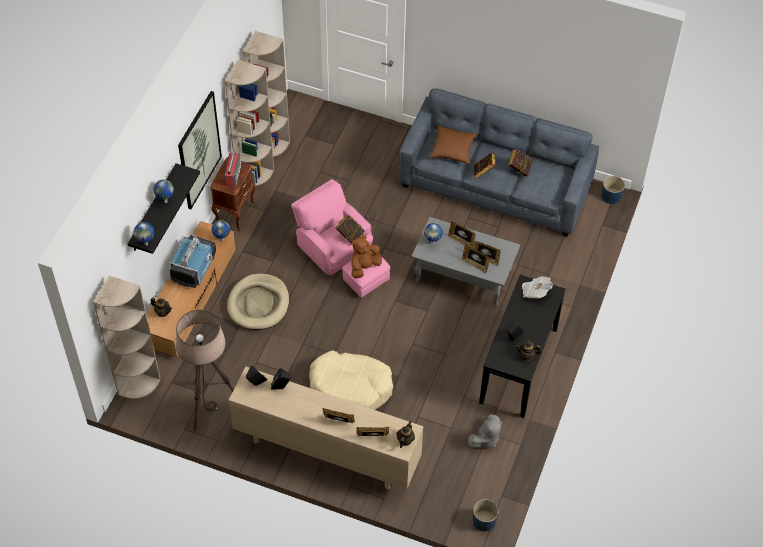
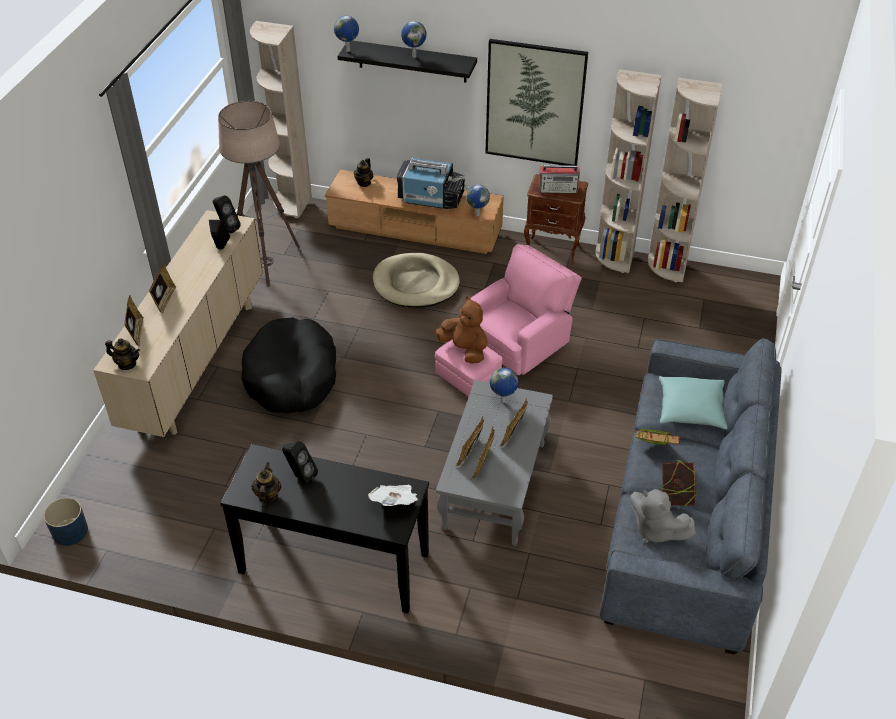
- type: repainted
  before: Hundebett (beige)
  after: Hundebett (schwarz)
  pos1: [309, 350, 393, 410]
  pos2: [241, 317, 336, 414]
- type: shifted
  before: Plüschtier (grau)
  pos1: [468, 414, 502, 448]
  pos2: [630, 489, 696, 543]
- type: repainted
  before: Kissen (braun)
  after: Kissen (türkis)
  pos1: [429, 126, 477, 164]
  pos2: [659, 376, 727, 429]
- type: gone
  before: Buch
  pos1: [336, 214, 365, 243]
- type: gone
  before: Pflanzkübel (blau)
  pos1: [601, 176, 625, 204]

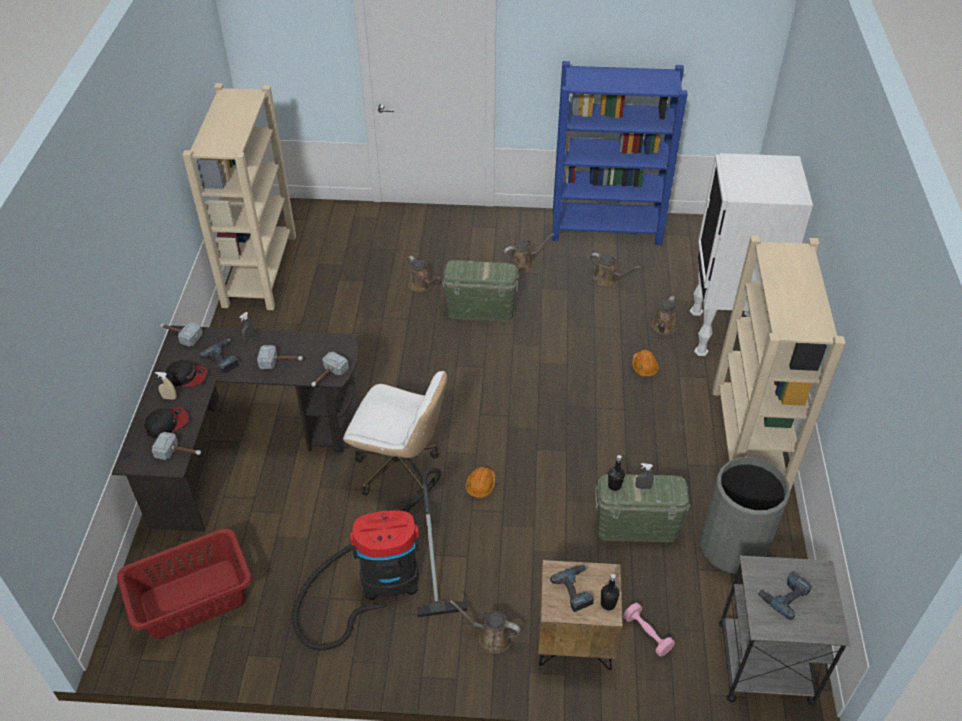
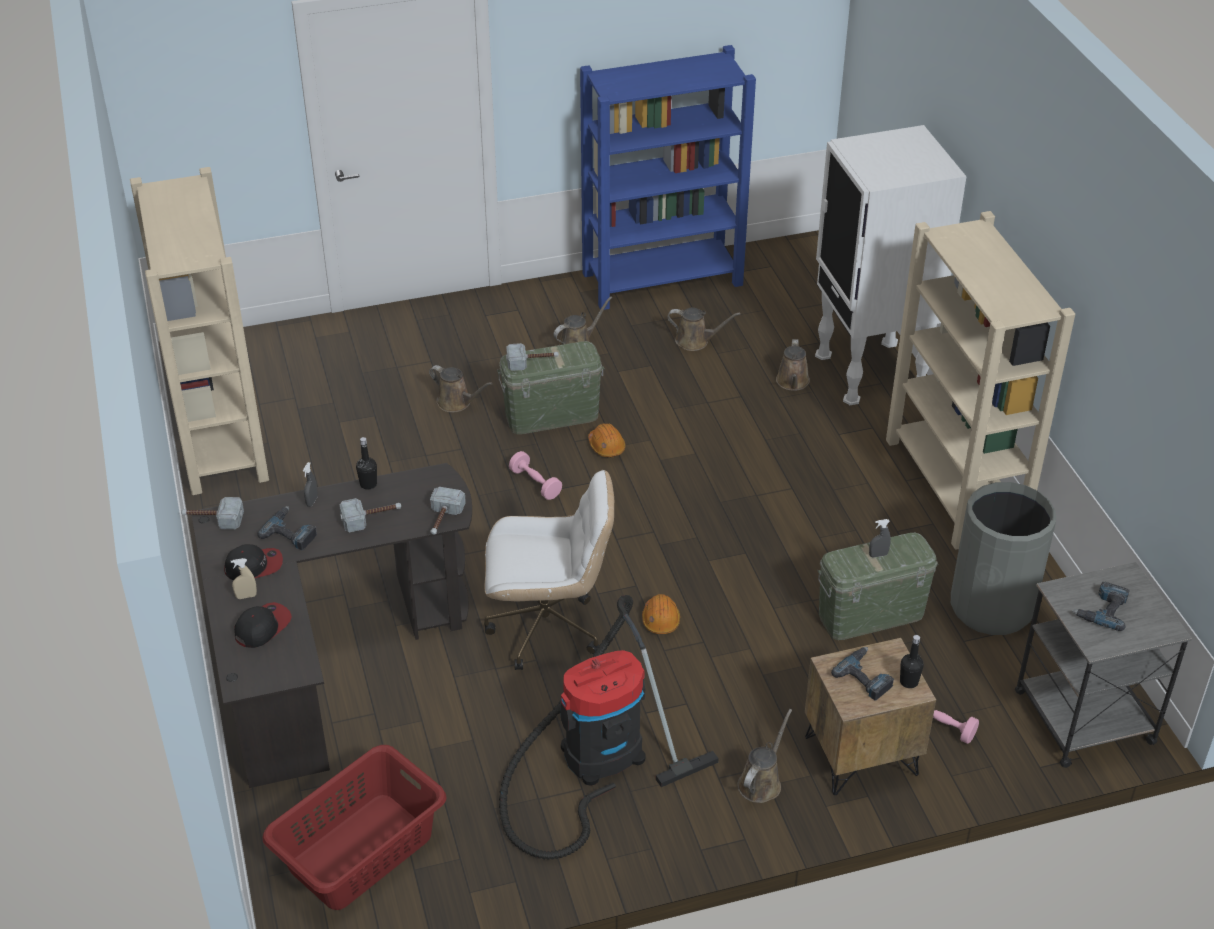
- type: shifted
  before: Flasche (schwarz)
  pos1: [608, 455, 625, 491]
  pos2: [356, 437, 377, 490]
- type: shifted
  before: Hammer
  pos1: [152, 432, 201, 460]
  pos2: [506, 343, 559, 371]
- type: new
  after: Hantel (rosa)
  pos2: [509, 451, 562, 500]
- type: shifted
  before: Schutzhelm (orange)
  pos1: [632, 350, 658, 377]
  pos2: [588, 423, 626, 458]
- type: rotated
  before: Gießkanne (braun)
  pos1: [450, 600, 521, 654]
  pos2: [737, 709, 792, 803]
  turn: 120

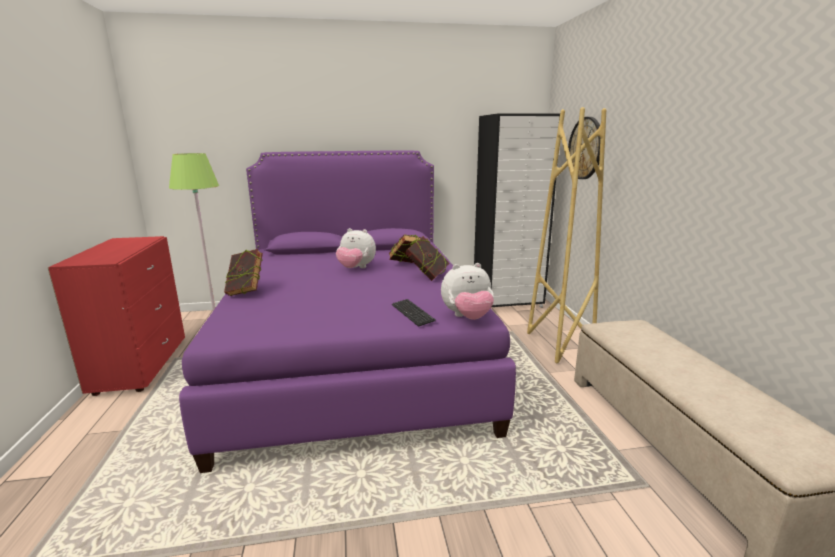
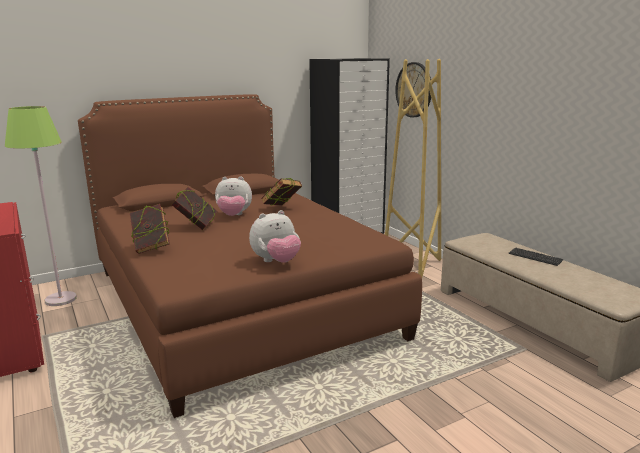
- type: repainted
  before: Bett (lila)
  after: Bett (braun)
  pos1: [179, 151, 516, 473]
  pos2: [78, 94, 422, 418]
- type: shifted
  before: Buch
  pos1: [404, 236, 450, 281]
  pos2: [172, 187, 217, 230]
- type: shifted
  before: Plüschtier
  pos1: [441, 263, 494, 320]
  pos2: [249, 210, 301, 263]
- type: shifted
  before: Tastatur
  pos1: [392, 299, 436, 327]
  pos2: [509, 247, 564, 266]

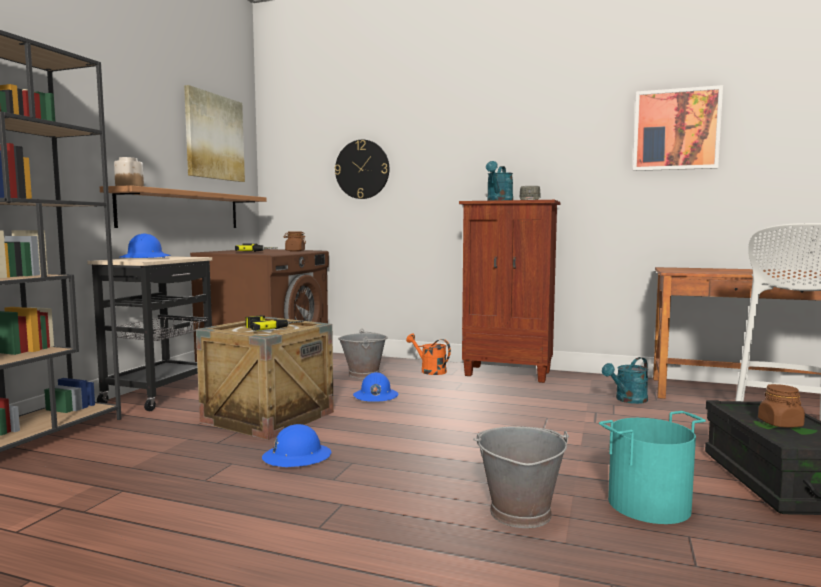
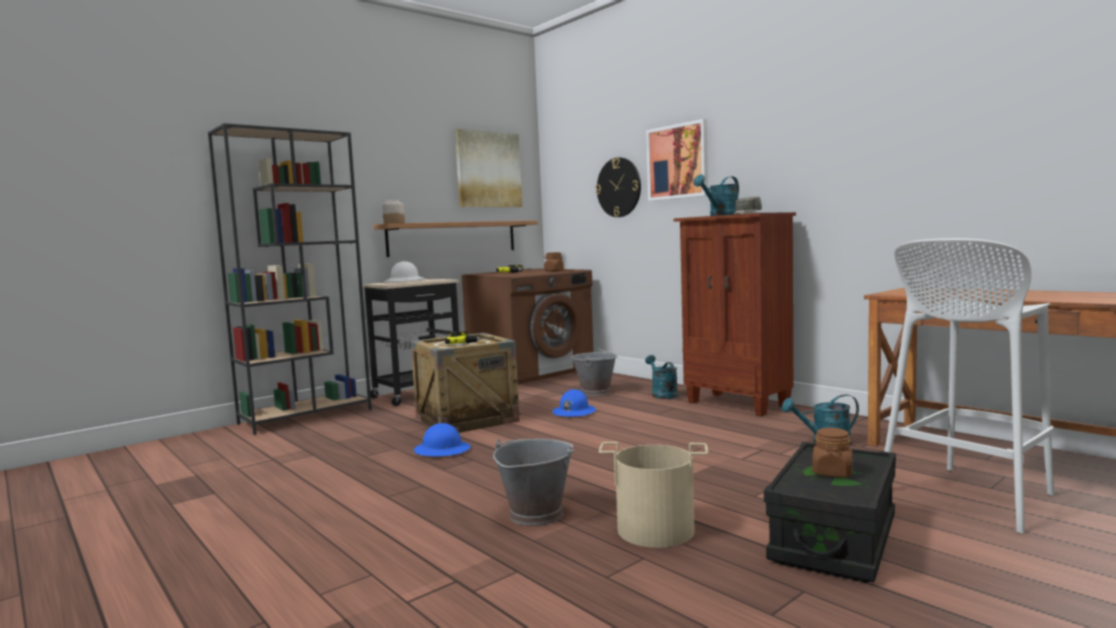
- type: repainted
  before: Schutzhelm (blau)
  after: Schutzhelm (weiß)
  pos1: [120, 233, 171, 258]
  pos2: [385, 261, 425, 282]
- type: repainted
  before: Eimer (türkis)
  after: Eimer (beige)
  pos1: [599, 411, 706, 524]
  pos2: [599, 442, 708, 548]
- type: repainted
  before: Gießkanne (orange)
  after: Gießkanne (türkis)
  pos1: [406, 334, 451, 375]
  pos2: [645, 355, 678, 399]
- type: shifted
  before: Bild
  pos1: [633, 85, 723, 171]
  pos2: [646, 119, 708, 201]

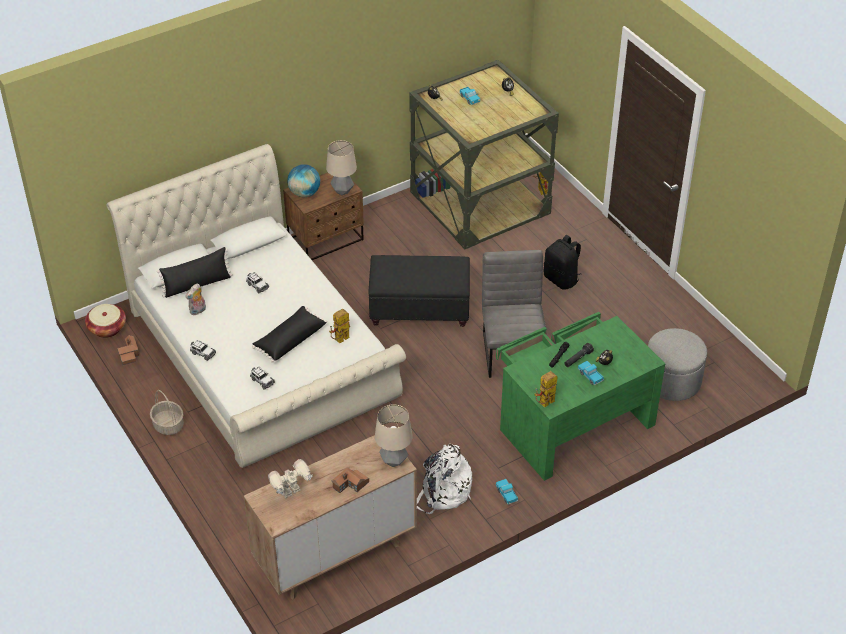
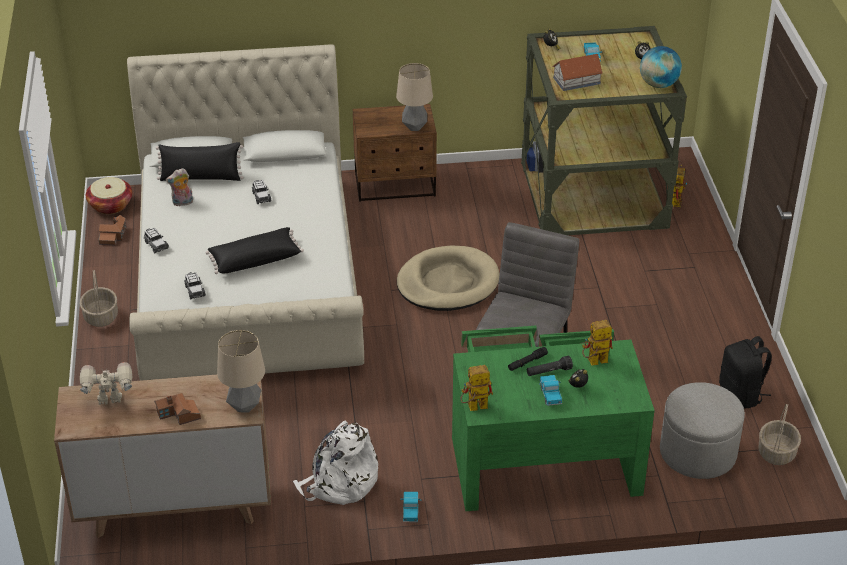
- type: swapped
  before: Polsterhocker (schwarz)
  after: Hundebett (beige)
  pos1: [368, 255, 470, 327]
  pos2: [397, 246, 499, 311]
- type: new
  after: Spielzeughaus
  pos2: [552, 54, 603, 91]
- type: shifted
  before: Spielzeugroboter
  pos1: [329, 308, 350, 344]
  pos2: [582, 320, 613, 365]
- type: shifted
  before: Globus
  pos1: [287, 164, 320, 197]
  pos2: [640, 46, 682, 88]
- type: shifted
  before: Rucksack (schwarz)
  pos1: [544, 235, 581, 290]
  pos2: [719, 336, 772, 408]
- type: new
  after: Korb
  pos2: [759, 404, 801, 465]

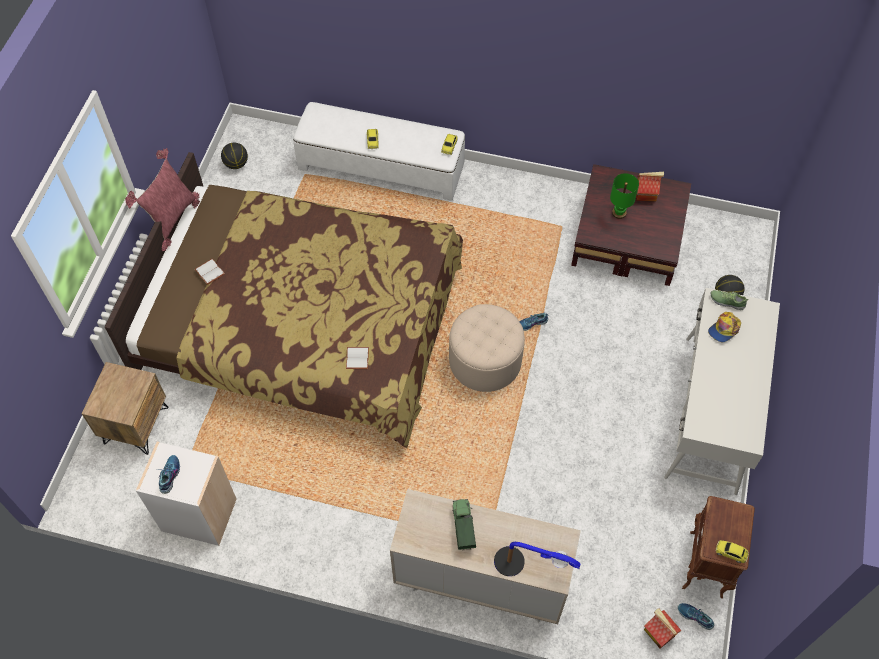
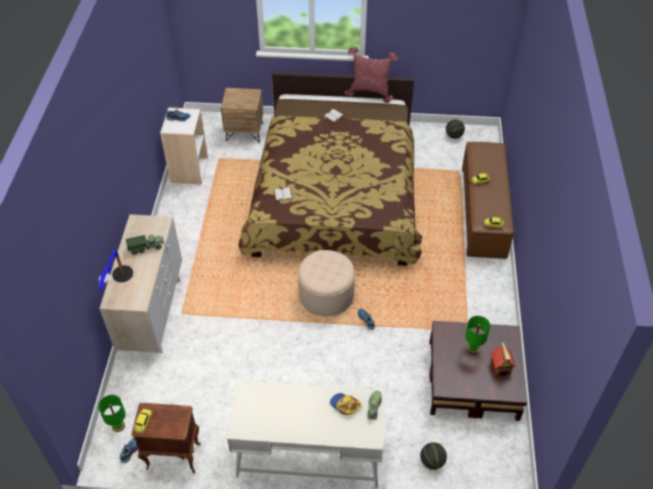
- type: swapped
  before: Spielzeughaus
  after: Tischlampe (grün)
  pos1: [644, 608, 682, 648]
  pos2: [98, 395, 126, 432]
- type: repainted
  before: Bank (weiß)
  after: Bank (braun)
  pos1: [293, 102, 465, 201]
  pos2: [462, 142, 514, 259]

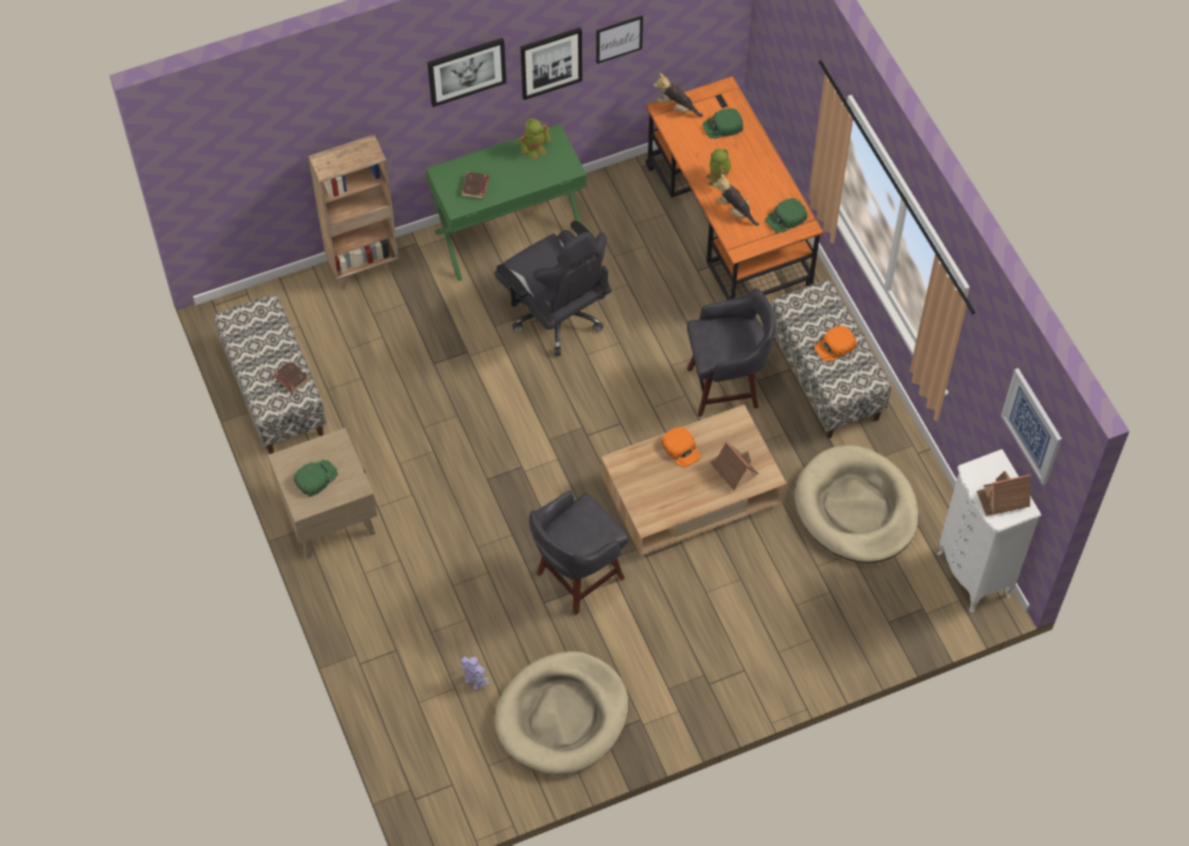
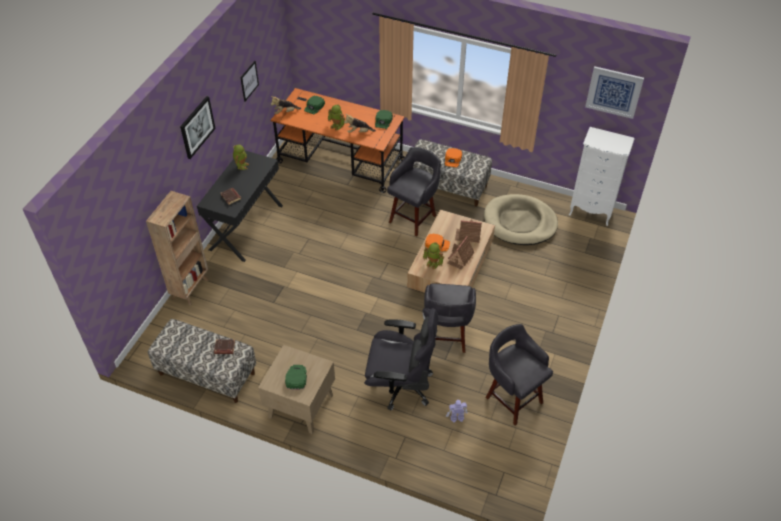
- type: repainted
  before: Schreibtisch (grün)
  after: Schreibtisch (schwarz)
  pos1: [426, 124, 587, 281]
  pos2: [197, 150, 283, 262]
- type: shifted
  before: Bürostuhl (schwarz)
  pos1: [494, 221, 612, 356]
  pos2: [364, 308, 439, 411]
- type: new
  after: Spielzeugroboter
  pos2: [423, 242, 444, 270]
- type: shifted
  before: Spielzeughaus
  pos1: [977, 471, 1031, 516]
  pos2: [447, 236, 474, 270]
- type: swapped
  before: Hundebett (beige)
  after: Hocker (grau)
  pos1: [495, 651, 629, 775]
  pos2: [485, 324, 553, 426]
- type: gone
  before: Bild
  pos1: [520, 27, 582, 100]

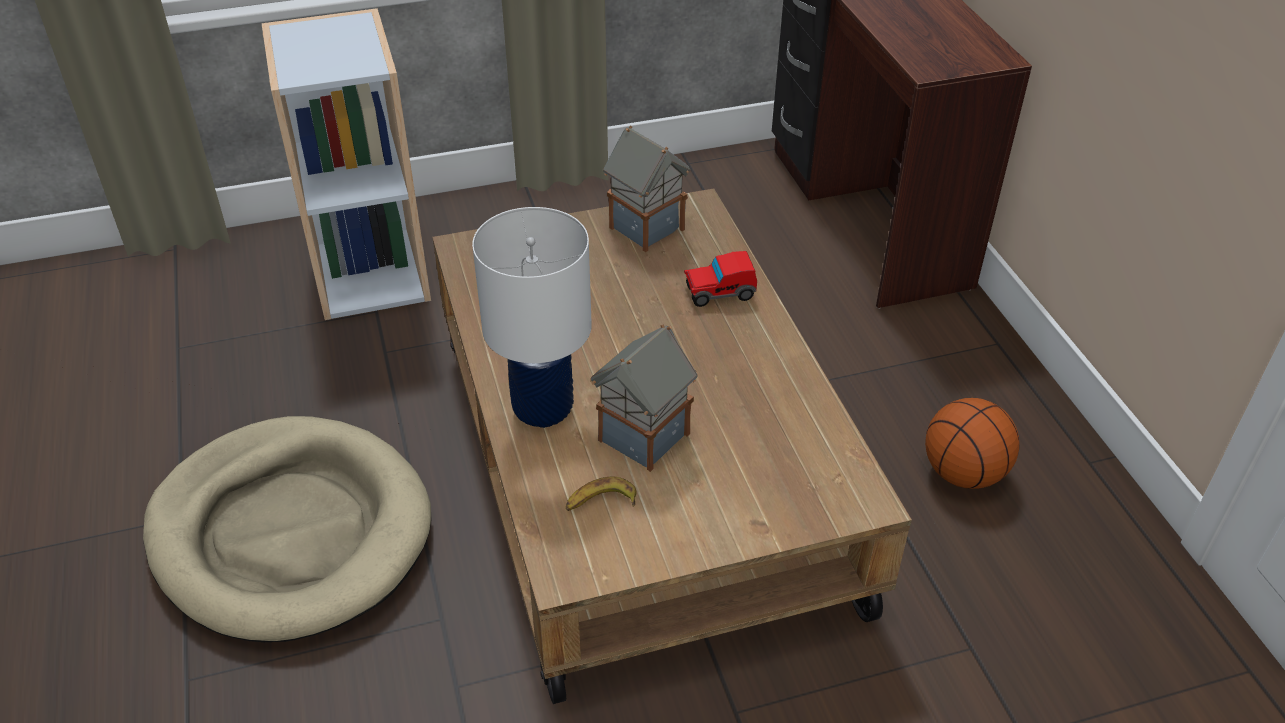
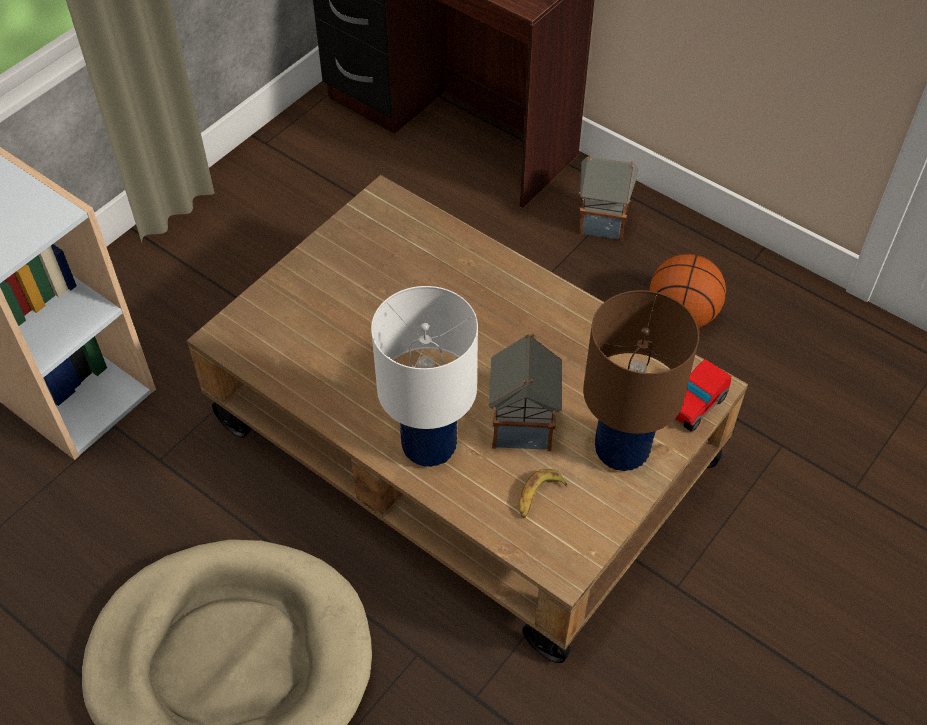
- type: shifted
  before: Spielzeughaus
  pos1: [603, 125, 690, 252]
  pos2: [579, 155, 639, 242]
- type: new
  after: Tischlampe (braun)
  pos2: [583, 290, 699, 471]
- type: shifted
  before: Spielzeugauto
  pos1: [684, 251, 757, 307]
  pos2: [675, 359, 731, 431]

